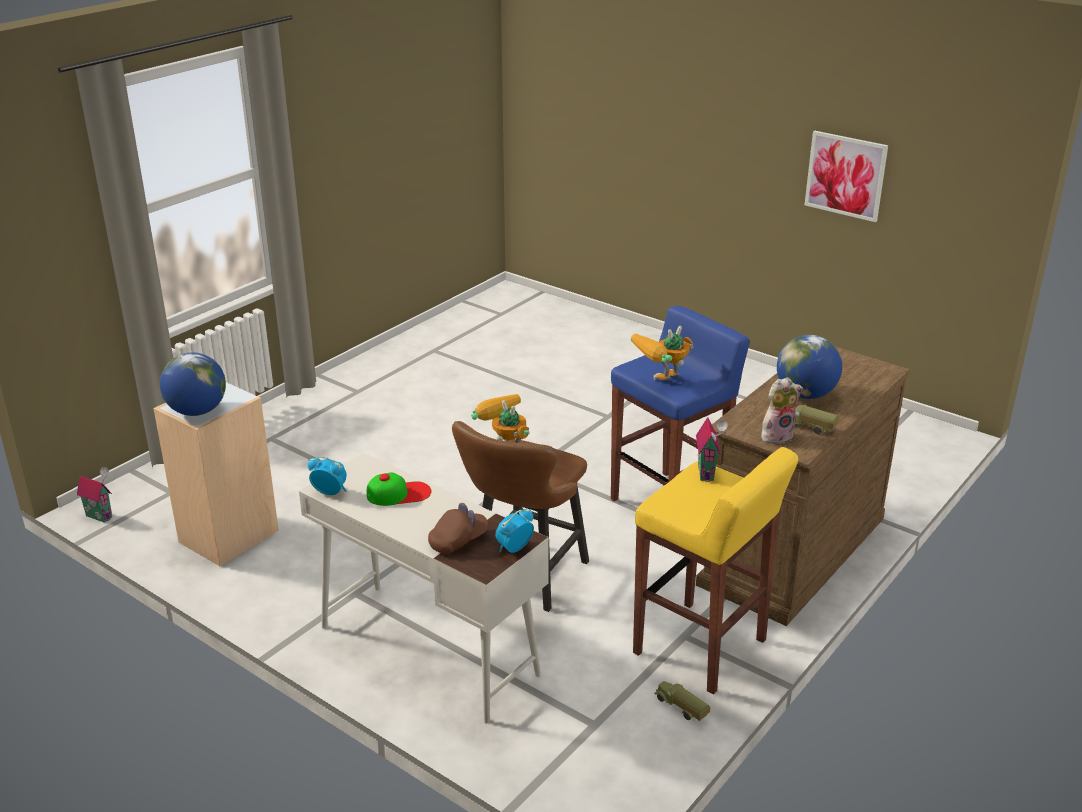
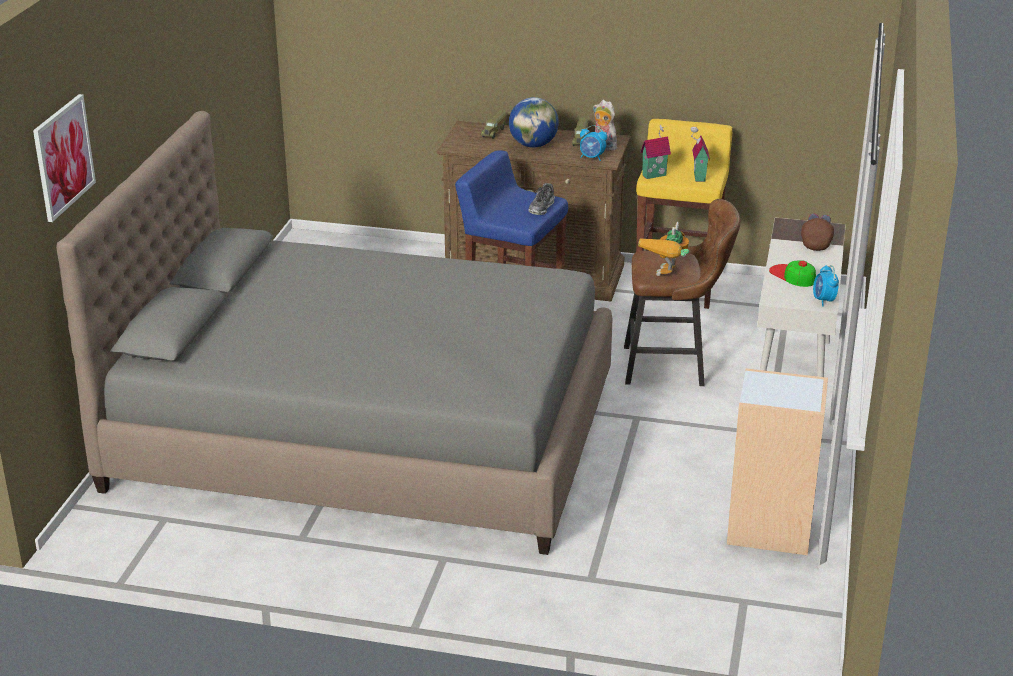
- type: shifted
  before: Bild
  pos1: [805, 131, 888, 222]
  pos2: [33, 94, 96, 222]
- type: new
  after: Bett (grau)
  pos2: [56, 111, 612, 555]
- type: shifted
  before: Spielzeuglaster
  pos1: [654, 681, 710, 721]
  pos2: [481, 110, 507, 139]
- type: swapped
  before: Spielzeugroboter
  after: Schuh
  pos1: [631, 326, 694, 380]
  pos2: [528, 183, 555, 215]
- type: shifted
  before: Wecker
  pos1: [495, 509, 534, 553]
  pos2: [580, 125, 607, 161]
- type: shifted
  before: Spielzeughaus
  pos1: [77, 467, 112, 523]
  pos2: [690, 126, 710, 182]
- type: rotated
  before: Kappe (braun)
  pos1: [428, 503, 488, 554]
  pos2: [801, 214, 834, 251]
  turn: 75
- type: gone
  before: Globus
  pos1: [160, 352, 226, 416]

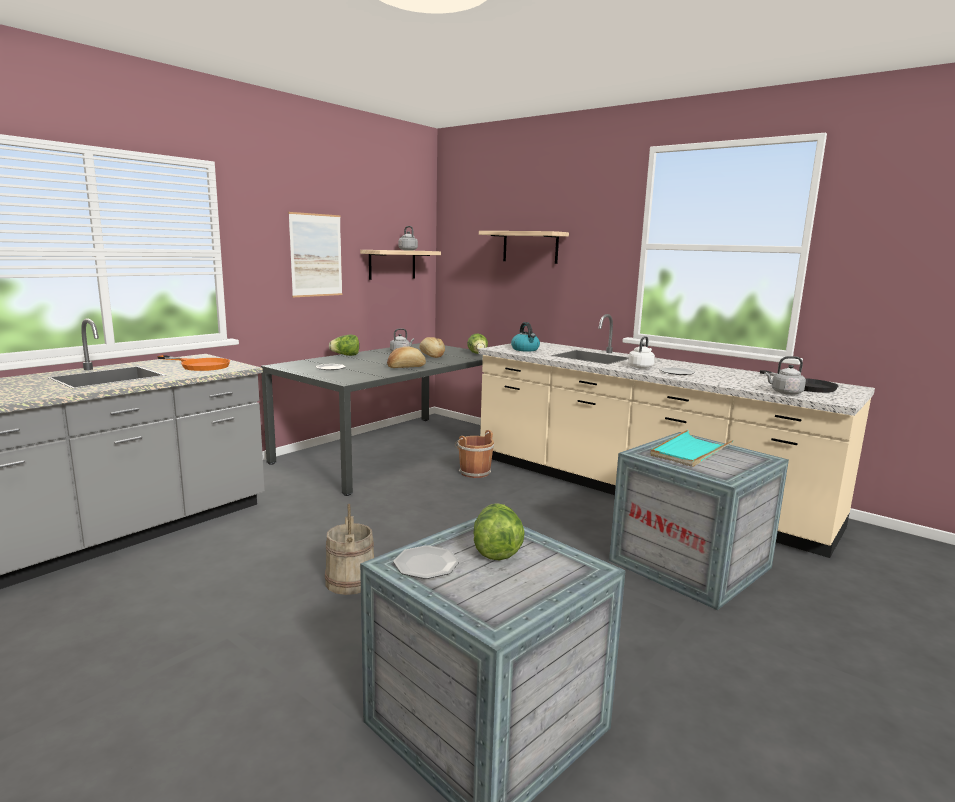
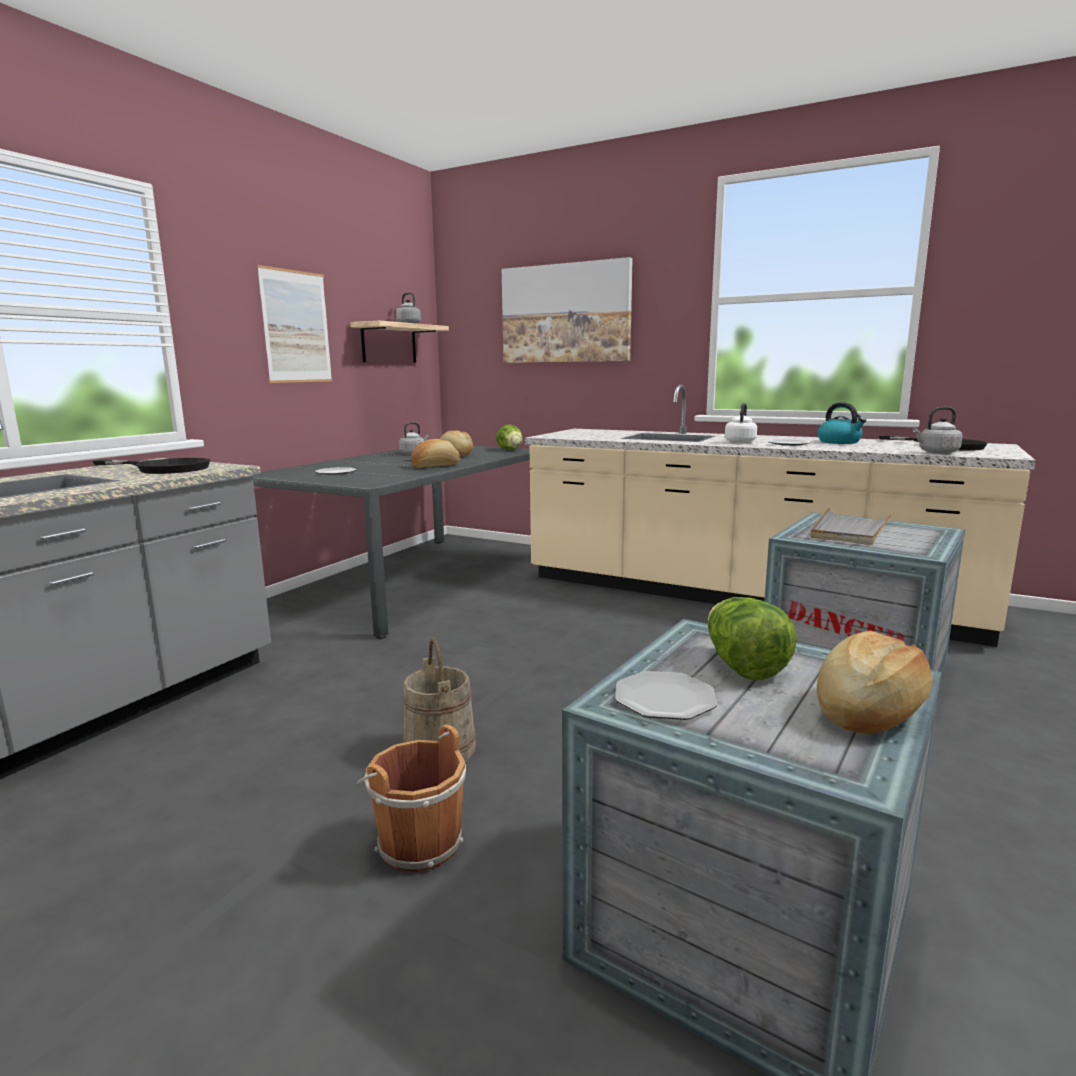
- type: repainted
  before: Pfanne (orange)
  after: Pfanne (schwarz)
  pos1: [157, 355, 230, 371]
  pos2: [92, 458, 210, 474]
- type: shifted
  before: Eimer (braun)
  pos1: [455, 430, 494, 478]
  pos2: [357, 724, 466, 872]
- type: swapped
  before: Wandregal
  after: Bild
  pos1: [479, 231, 569, 264]
  pos2: [502, 257, 633, 363]
- type: repainted
  before: Tablett (türkis)
  after: Tablett (grau)
  pos1: [650, 430, 734, 467]
  pos2: [811, 507, 892, 545]
- type: new
  after: Brot
  pos2: [817, 630, 933, 734]
- type: shifted
  before: Wasserkessel
  pos1: [511, 322, 540, 352]
  pos2: [818, 402, 866, 444]
- type: gone
  before: Salatkopf
  pos1: [329, 335, 359, 356]

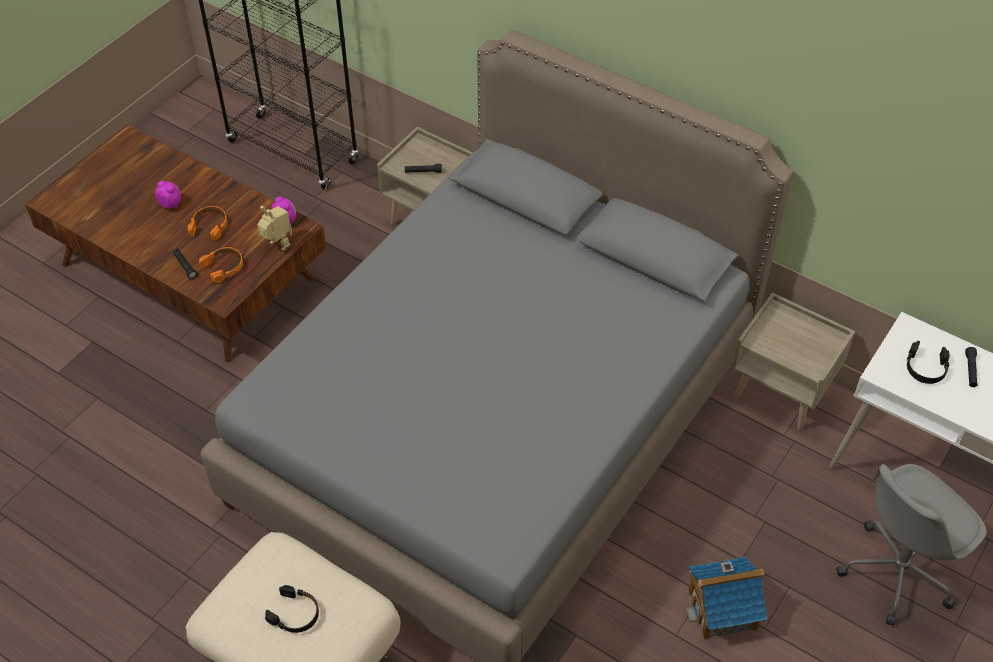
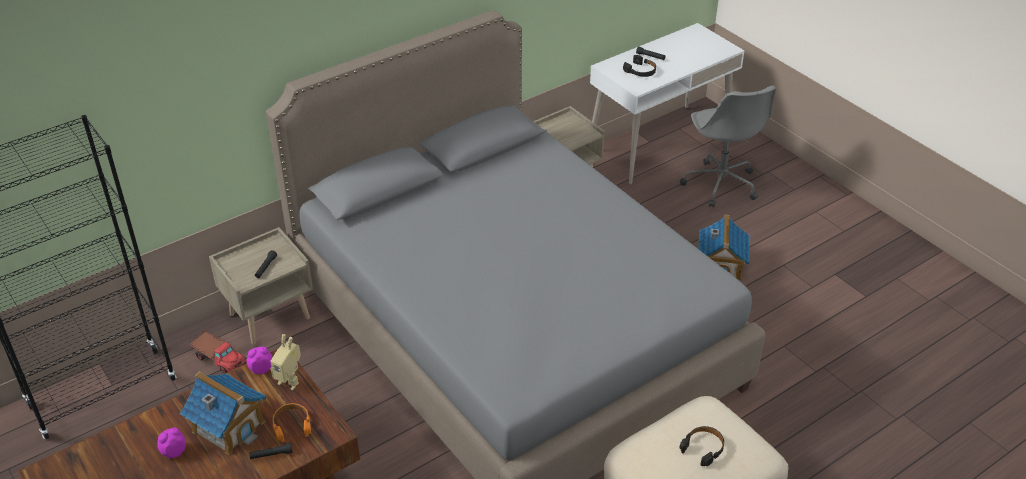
- type: swapped
  before: Kopfhörer (orange)
  after: Spielzeughaus
  pos1: [188, 206, 227, 241]
  pos2: [180, 371, 266, 455]
- type: new
  after: Spielzeuglaster
  pos2: [189, 329, 247, 374]
- type: rotated
  before: Spielzeugroboter
  pos1: [258, 206, 292, 251]
  pos2: [271, 334, 301, 390]
  turn: -120

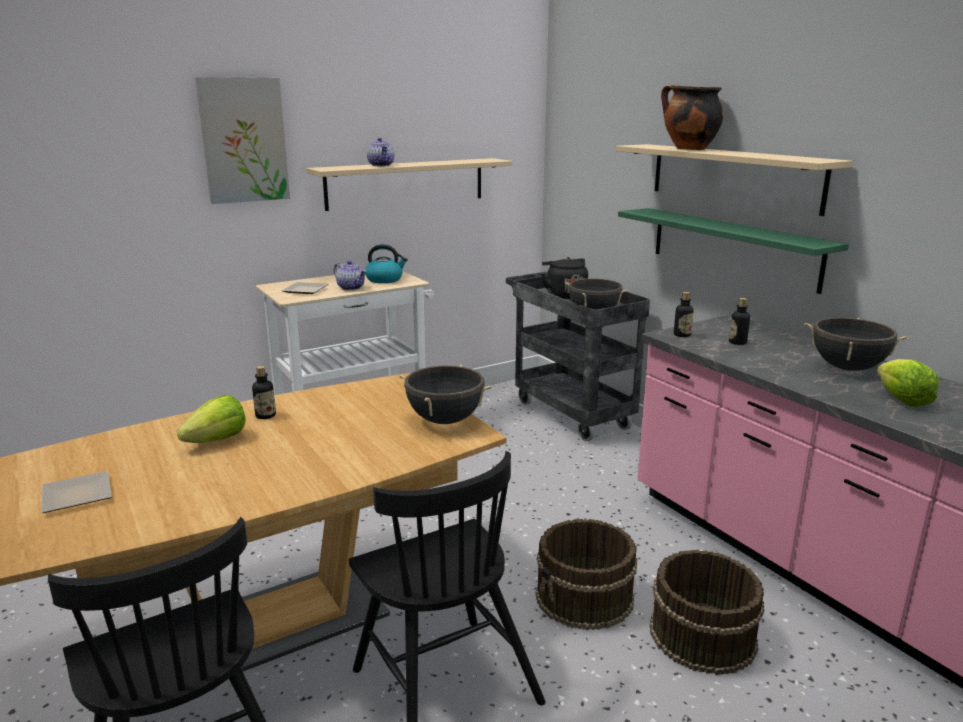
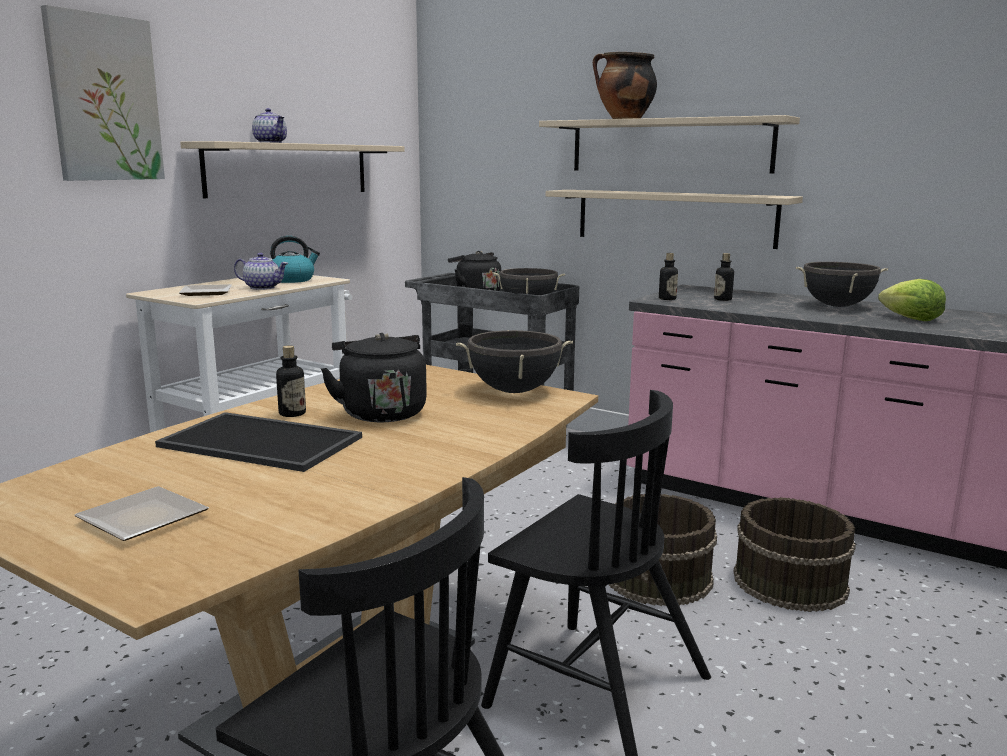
- type: swapped
  before: Salatkopf
  after: Tablett
  pos1: [177, 395, 246, 443]
  pos2: [155, 412, 362, 472]
- type: new
  after: Wasserkessel (schwarz)
  pos2: [321, 333, 427, 422]
- type: repainted
  before: Wandregal (grün)
  after: Wandregal (beige)
  pos1: [618, 208, 849, 294]
  pos2: [546, 190, 803, 249]

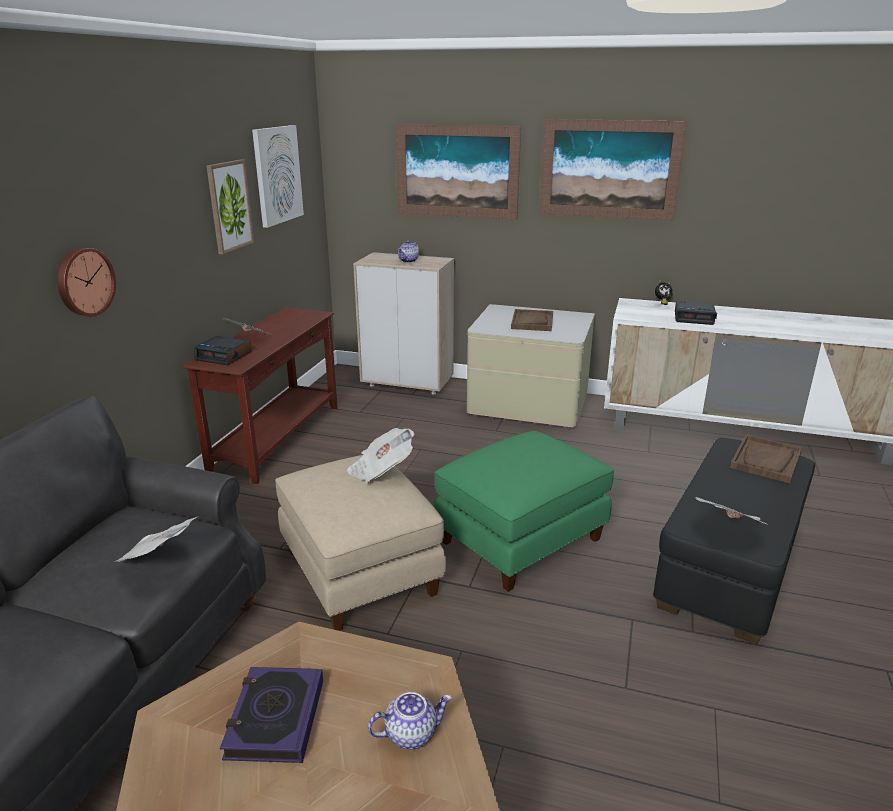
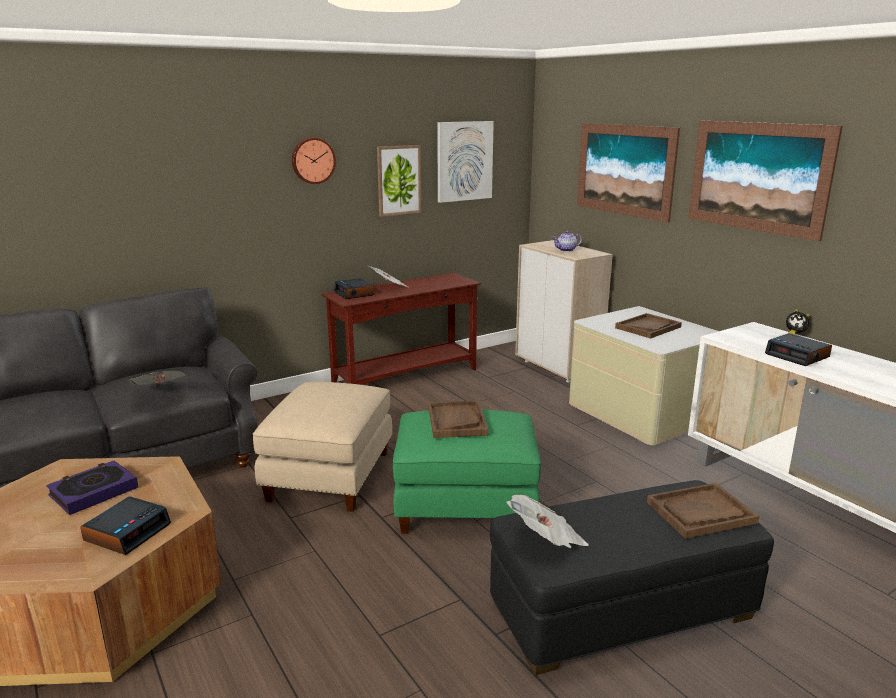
- type: swapped
  before: Teekanne
  after: Wecker
  pos1: [368, 692, 452, 749]
  pos2: [80, 496, 171, 555]
- type: shifted
  before: Wanduhr
  pos1: [57, 248, 116, 316]
  pos2: [292, 138, 336, 184]
- type: new
  after: Tablett (braun)
  pos2: [428, 401, 489, 438]
- type: gone
  before: Zeitung
  pos1: [347, 428, 415, 483]

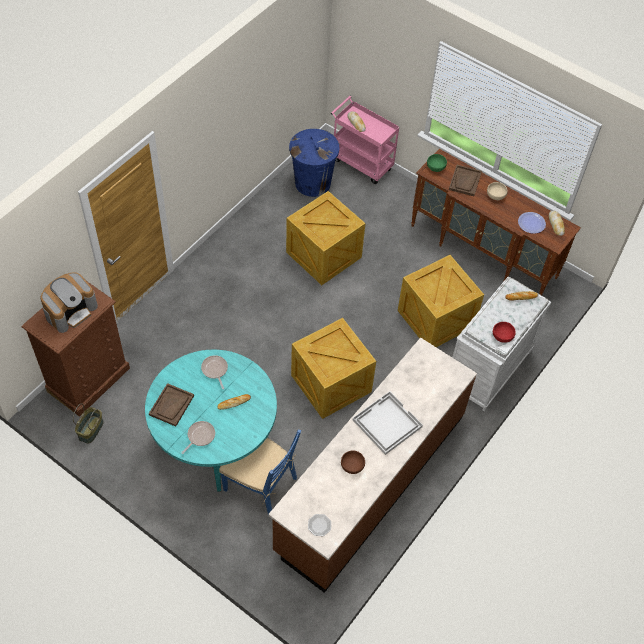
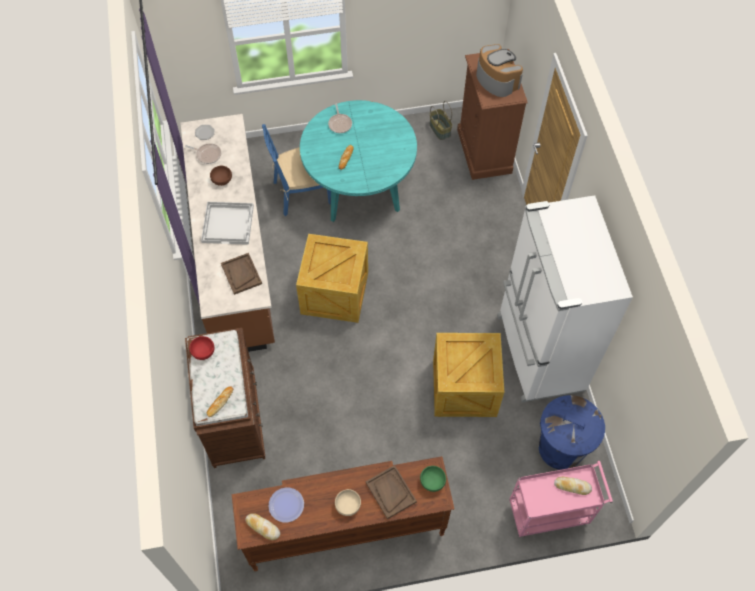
- type: shifted
  before: Pfanne
  pos1: [201, 355, 228, 389]
  pos2: [185, 143, 221, 164]
- type: repainted
  before: Kommode (weiß)
  after: Kommode (braun)
  pos1: [452, 277, 551, 411]
  pos2: [185, 328, 265, 468]
- type: shifted
  before: Tablett (braun)
  pos1: [149, 383, 194, 426]
  pos2: [221, 253, 262, 295]
- type: rotated
  before: Kaffeemaschine
  pos1: [40, 272, 98, 333]
  pos2: [476, 44, 523, 97]
  turn: 150
- type: new
  after: Kühlschrank (weiß)
  pos2: [497, 195, 633, 402]
- type: gone
  before: Kiste
  pos1: [398, 255, 484, 347]

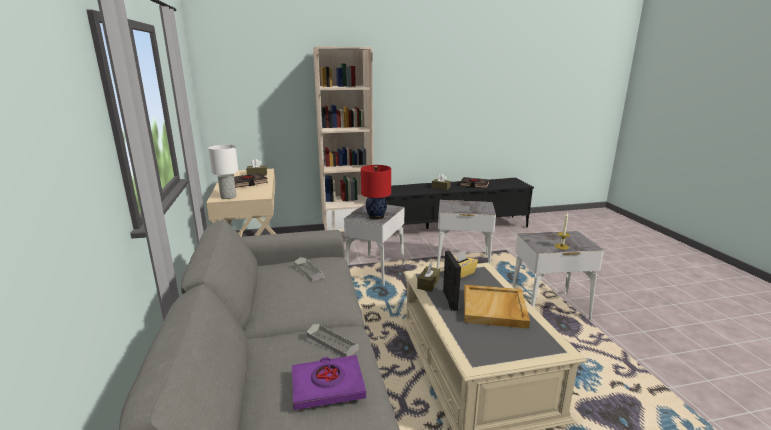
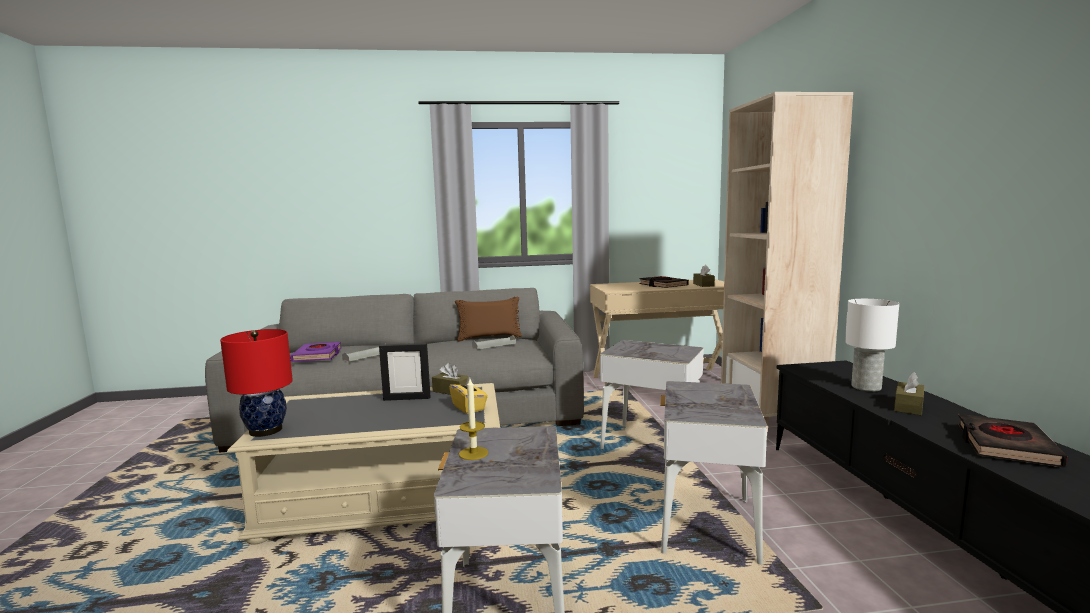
- type: shifted
  before: Tischlampe (rot)
  pos1: [361, 165, 391, 220]
  pos2: [220, 329, 293, 437]
- type: new
  after: Kissen (braun)
  pos2: [455, 297, 522, 342]
- type: shifted
  before: Tischlampe (weiß)
  pos1: [208, 145, 239, 199]
  pos2: [845, 299, 899, 392]
- type: gone
  before: Tablett (beige)
  pos1: [464, 285, 530, 329]

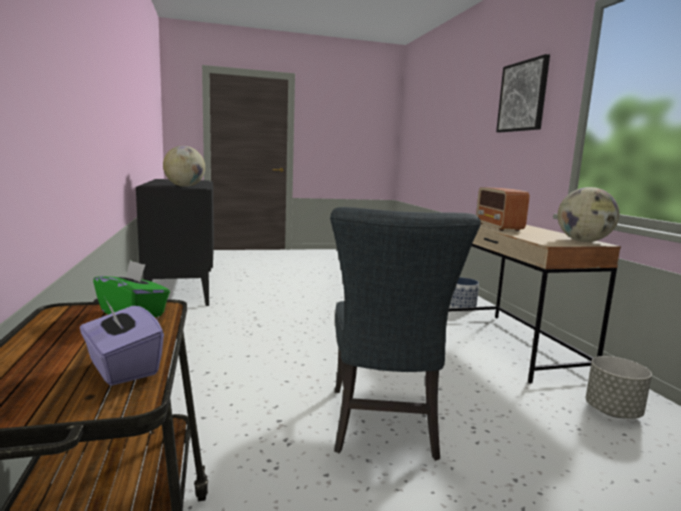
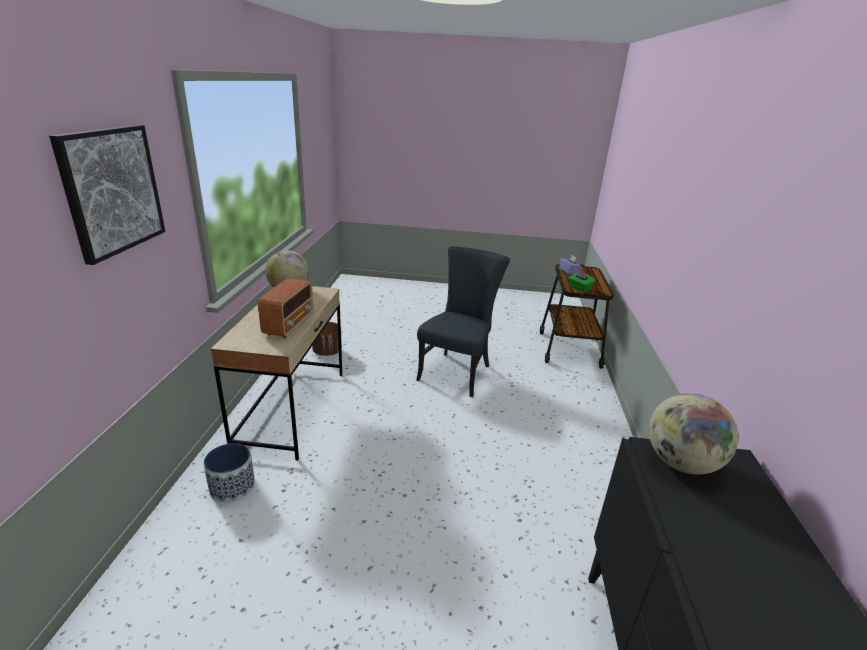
- type: repainted
  before: Pflanzkübel (grau)
  after: Pflanzkübel (braun)
  pos1: [586, 356, 652, 419]
  pos2: [312, 322, 342, 356]

